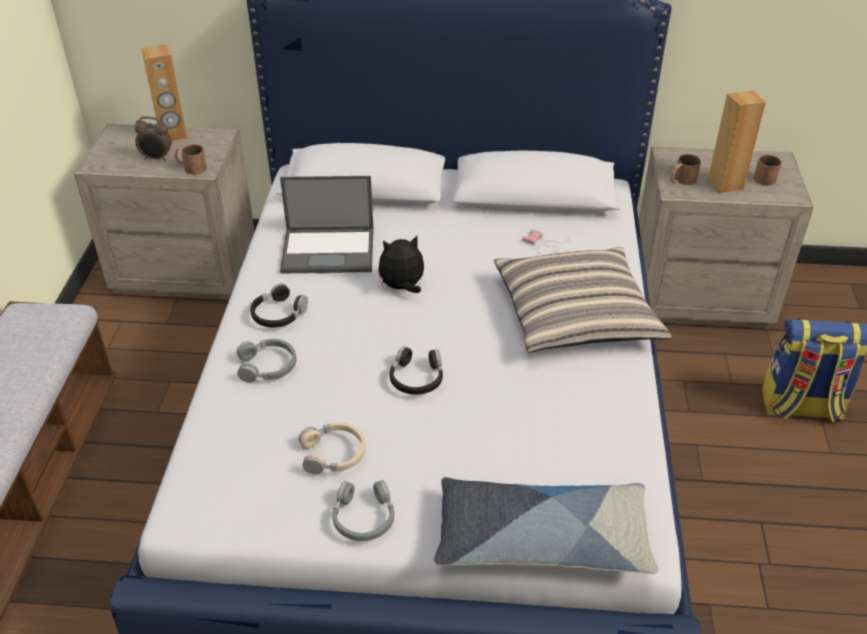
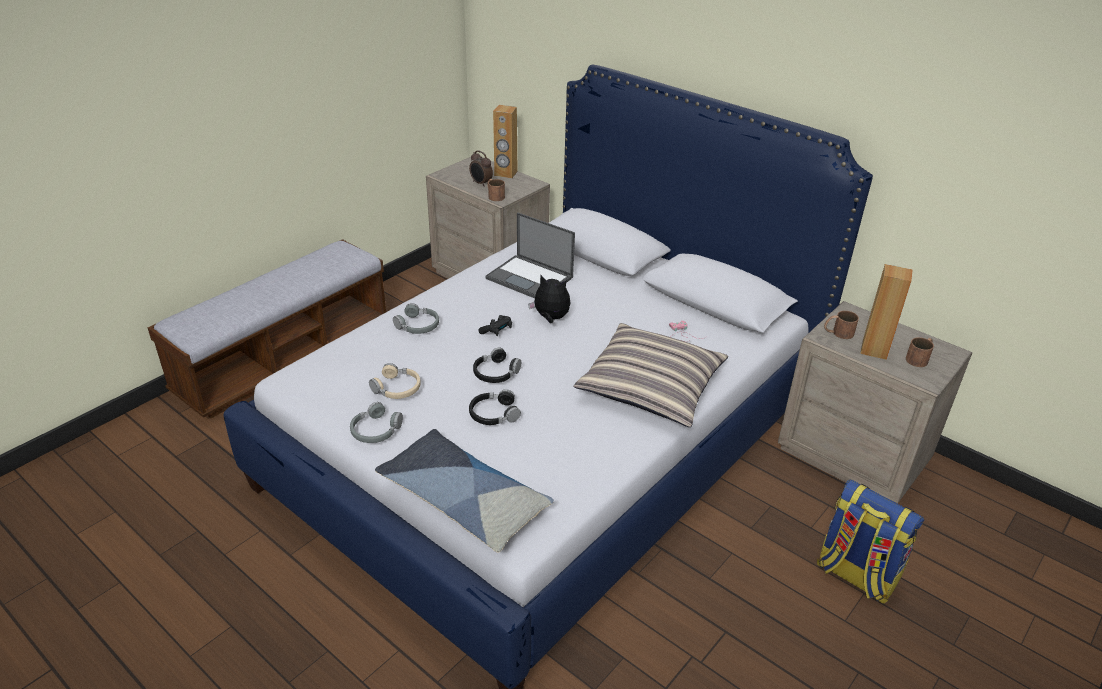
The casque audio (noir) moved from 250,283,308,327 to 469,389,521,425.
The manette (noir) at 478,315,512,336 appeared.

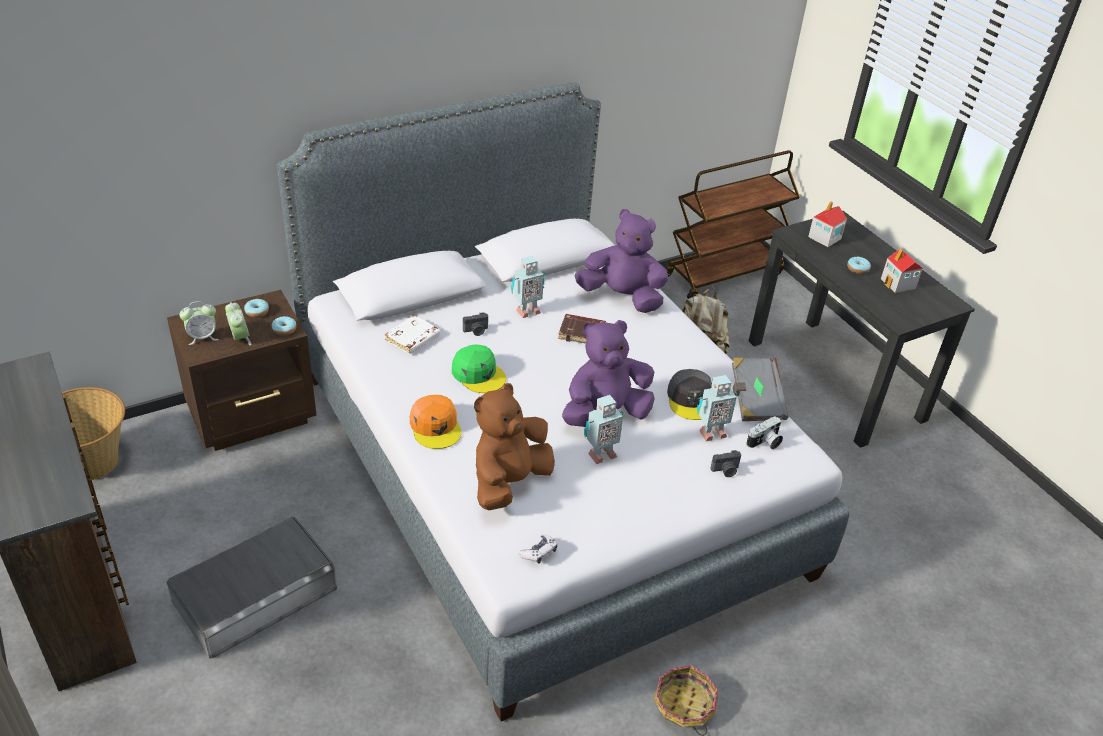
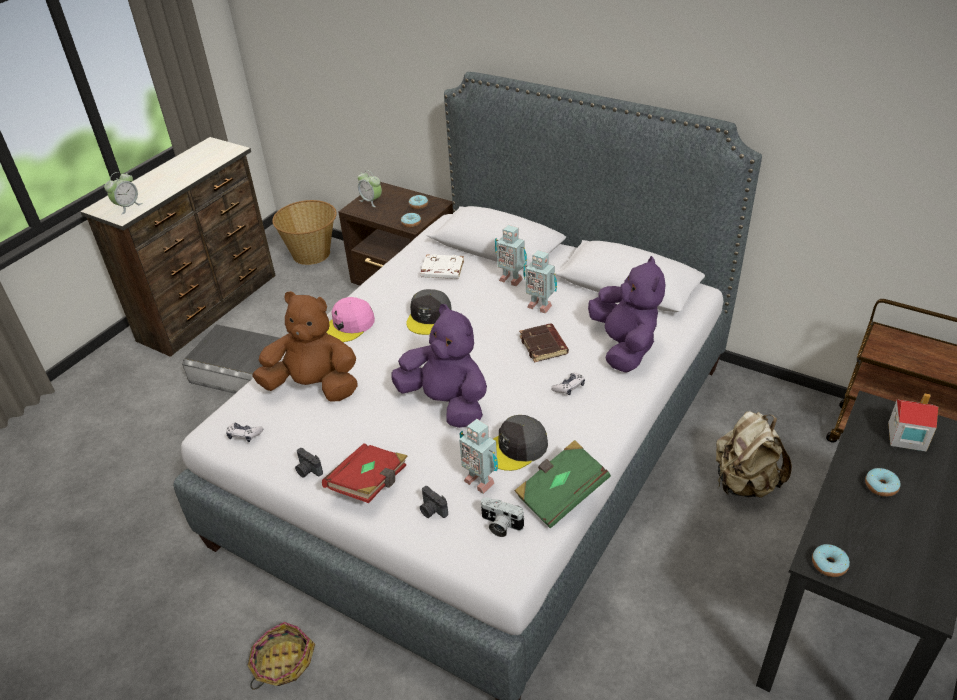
The réveil moved from 225,302,251,346 to 104,172,142,215.
The appareil photo moved from 463,312,488,336 to 295,448,323,478.
The livre (rouge) at 322,444,408,503 appeared.
The casquette (orange) at 410,395,461,449 became the casquette (rose) at 326,297,375,342.
The casquette (vert) at 452,344,506,393 became the casquette (gris) at 406,289,452,335.
The robot jouet moved from 584,395,624,464 to 495,225,527,286.
The livre (gris) at 732,358,789,421 became the livre (vert) at 515,440,611,529.
The manette at 551,373,585,395 appeared.
The beignet at 812,544,850,577 appeared.
The maison miniature at 881,249,923,293 disappeared.

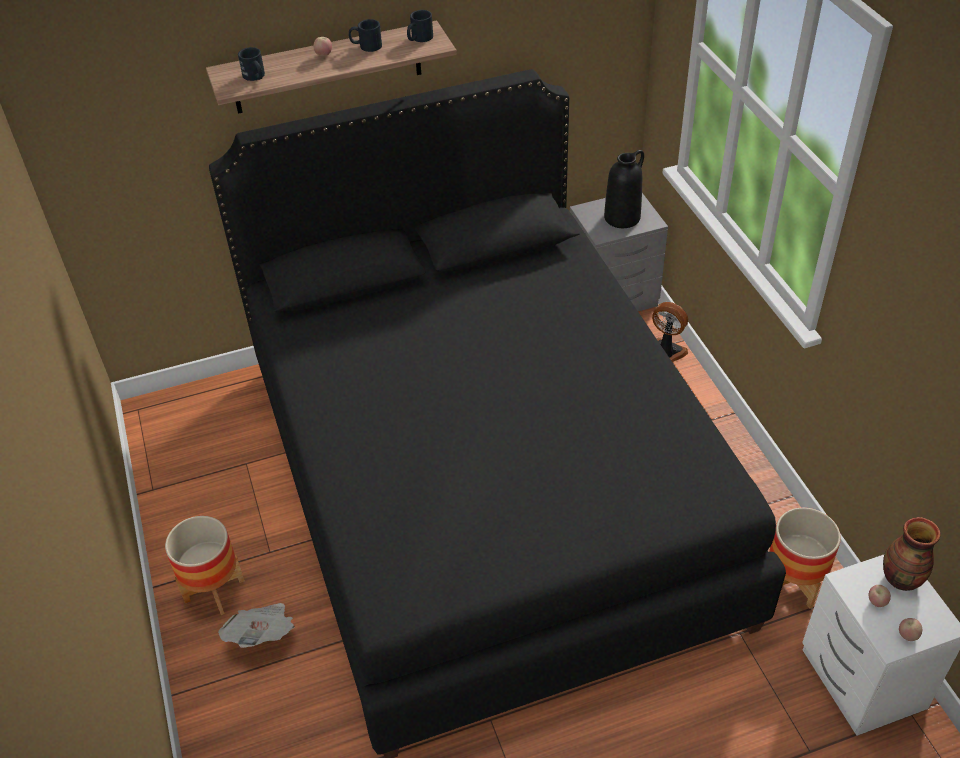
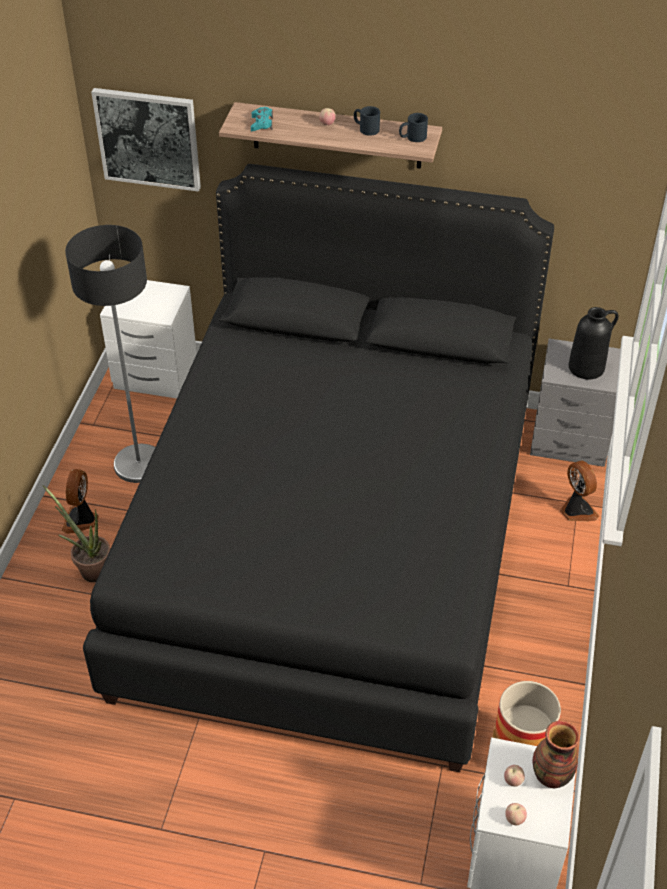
The journal at 219,603,294,648 was replaced by the plante en pot at 42,485,110,582.
The cache-pot at 165,516,245,615 was replaced by the ventilateur at 62,469,99,534.
The lampadaire at 65,225,155,483 appeared.
The tableau at 91,88,201,192 appeared.
The table de chevet (blanc) at 100,280,197,399 appeared.
The mug (noir) at 238,47,265,81 was replaced by the manette (turquoise) at 251,107,273,131.

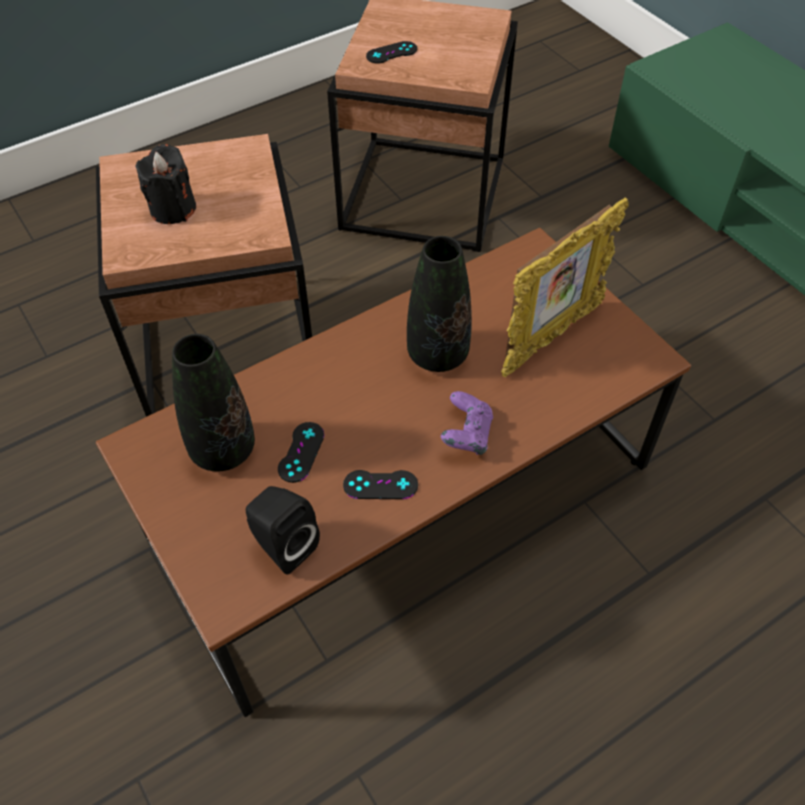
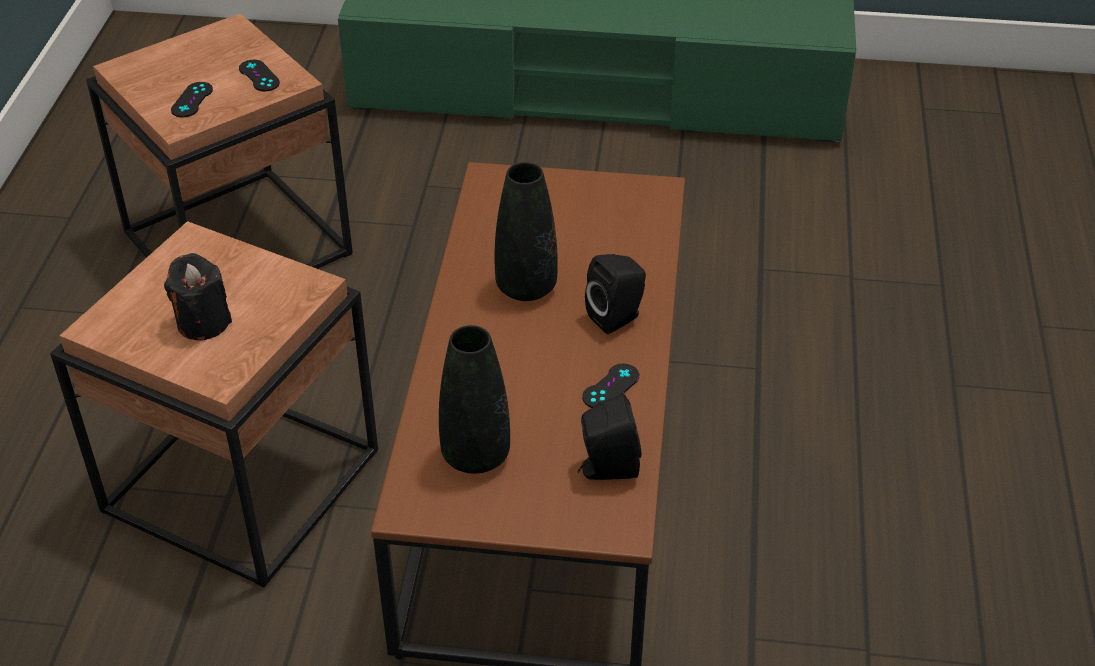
The manette (noir) moved from 278,422,324,483 to 239,60,280,91.
The manette (violet) at 441,391,493,455 was replaced by the enceinte (noir) at 585,254,646,334.
The cadre photo at 501,197,629,377 disappeared.

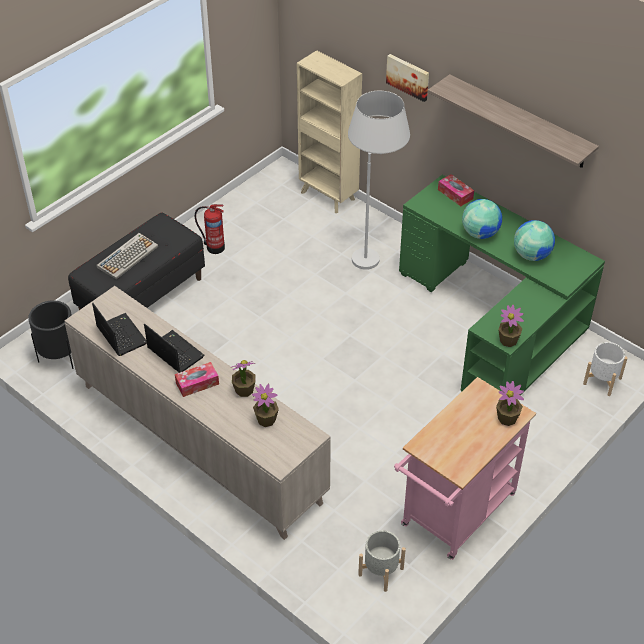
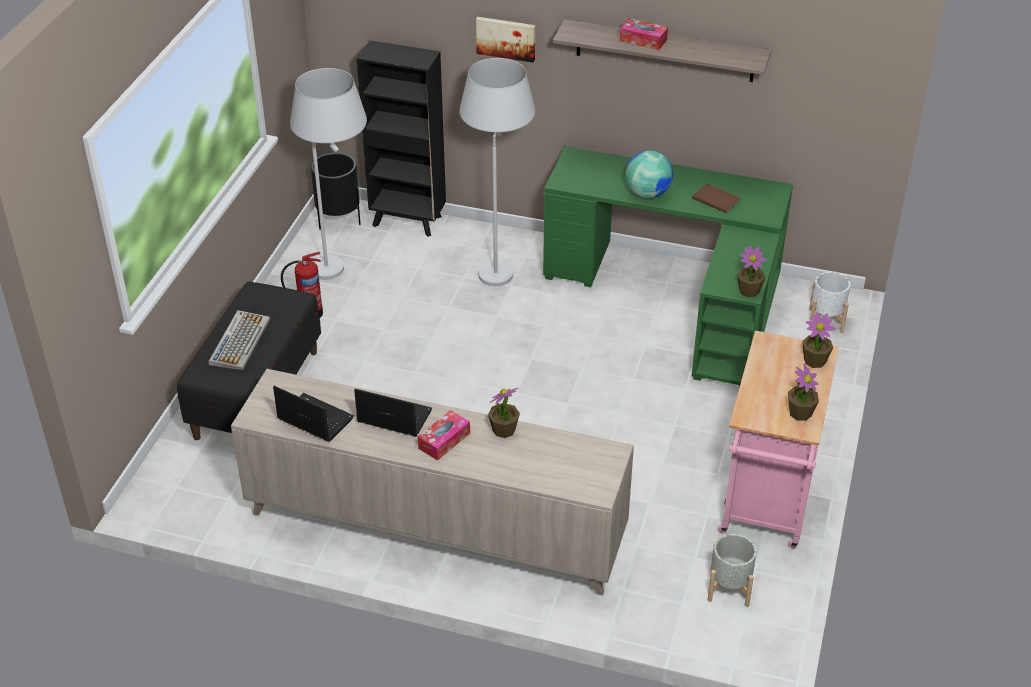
The lampadaire (blanc) at 290,68,367,280 appeared.
The cache-pot (noir) moved from 28,300,74,369 to 311,153,361,230.
The bibliothèque (beige) at 297,50,362,213 became the bibliothèque (noir) at 357,40,446,237.
The boîte à mouchoirs moved from 438,174,474,206 to 619,18,668,50.
The globe at 514,220,555,261 was replaced by the livre (marron) at 692,184,740,213.
The plante en pot moved from 252,384,279,427 to 788,364,819,421.

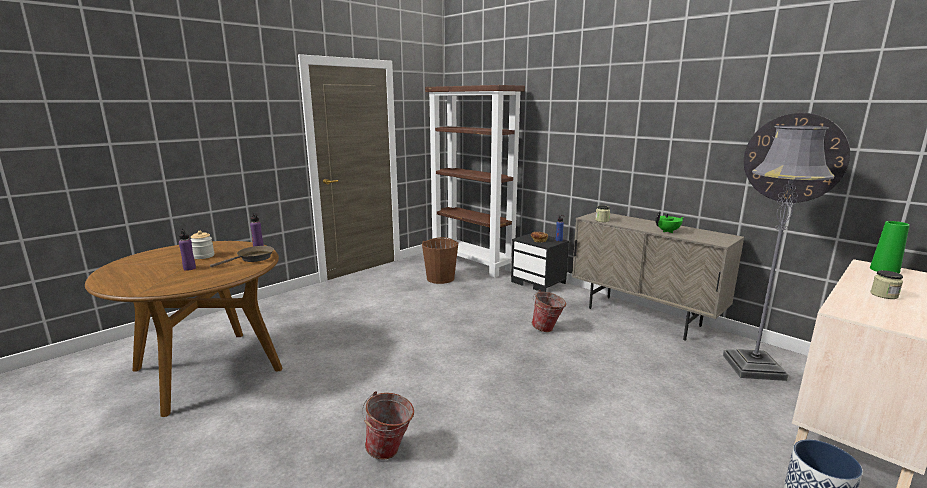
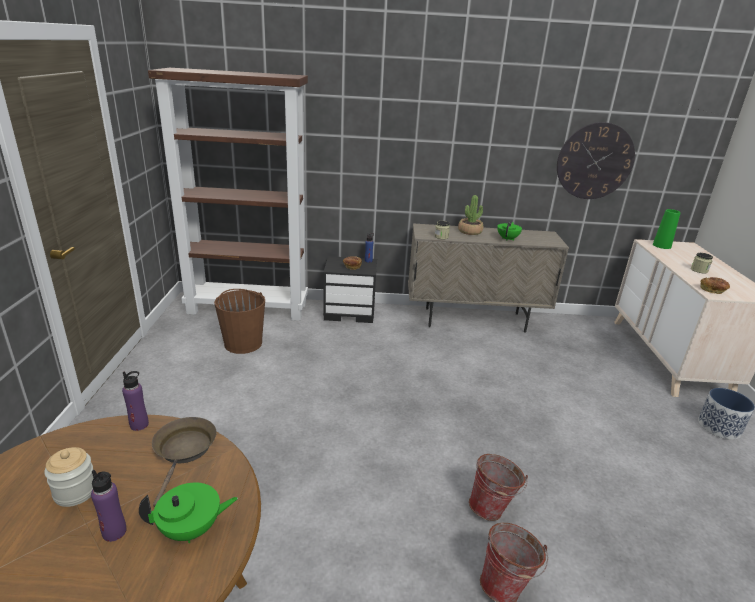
The théière (vert) at 139,483,238,543 appeared.
The plante en pot at 458,195,483,235 appeared.
The seau moved from 532,290,566,332 to 469,454,528,521.
The pain at 700,277,730,294 appeared.
The lampadaire (gris) at 723,125,834,381 disappeared.

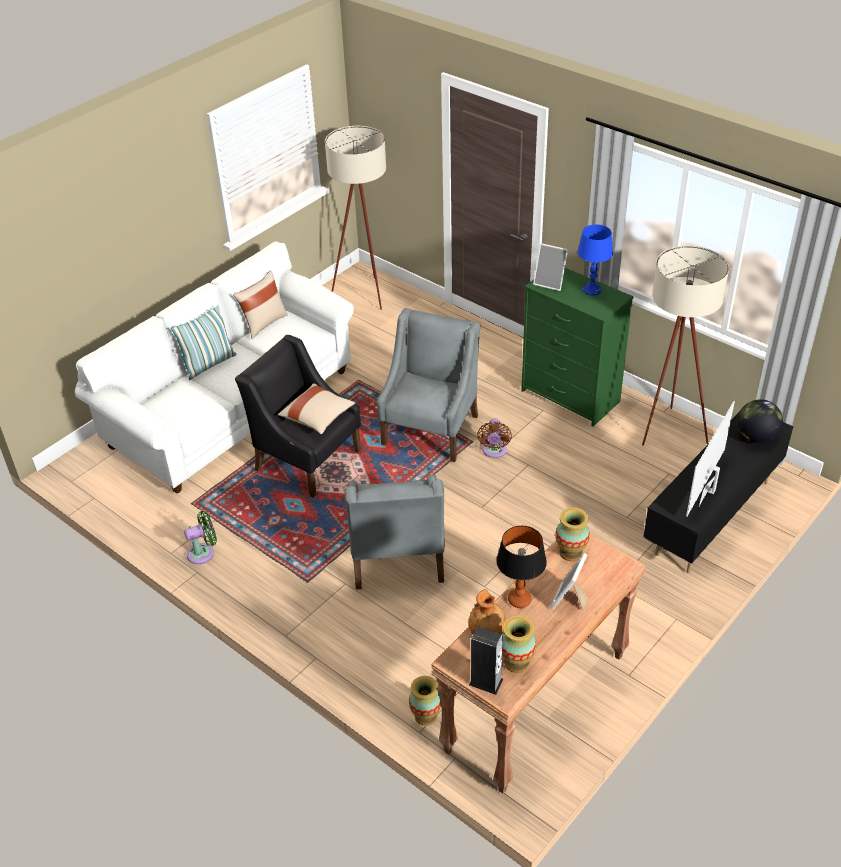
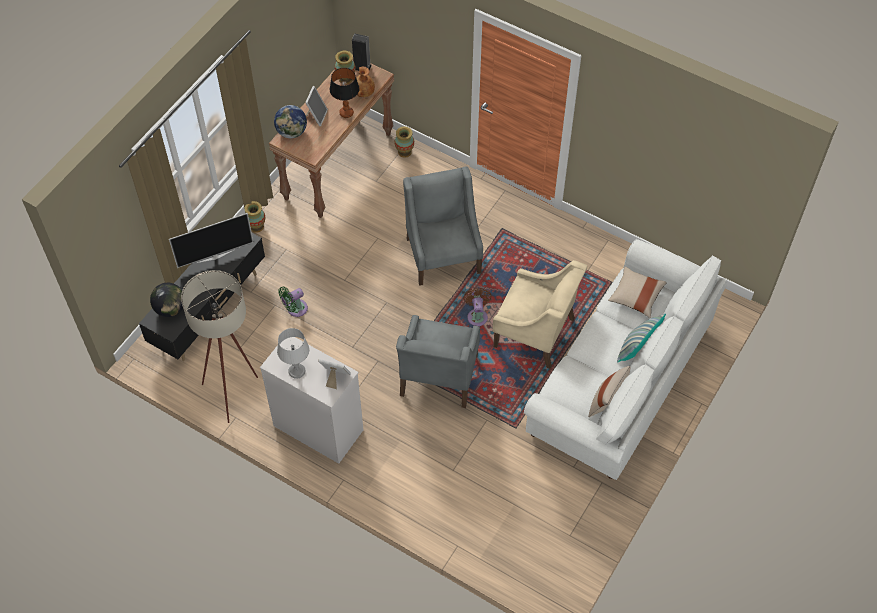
The téléviseur at 686,401,735,516 turned 45 degrees clockwise.
The vase moved from 555,507,590,561 to 245,201,265,233.
The commode (vert) at 521,268,634,427 became the commode (blanc) at 260,337,363,464.
The globe at 274,105,307,138 appeared.
The lampe de table (bleu) at 577,224,613,296 became the lampe de table (gris) at 277,328,309,379.
The ventilateur (vert) moved from 184,511,217,564 to 278,287,308,317.
The ventilateur (marron) moved from 477,418,512,458 to 463,288,492,326.
The fauteuil (noir) at 235,335,361,498 became the fauteuil (beige) at 493,260,588,369.
The coussin (beige) moved from 278,383,355,434 to 608,267,667,318.
The lampadaire (beige) at 325,126,386,310 disappeared.

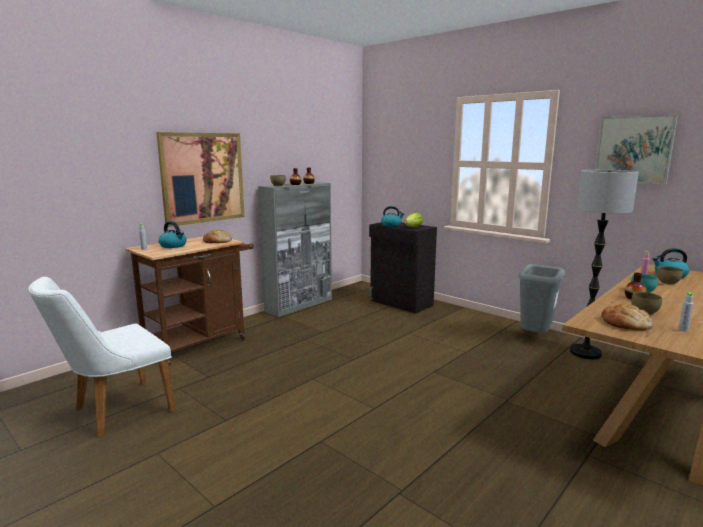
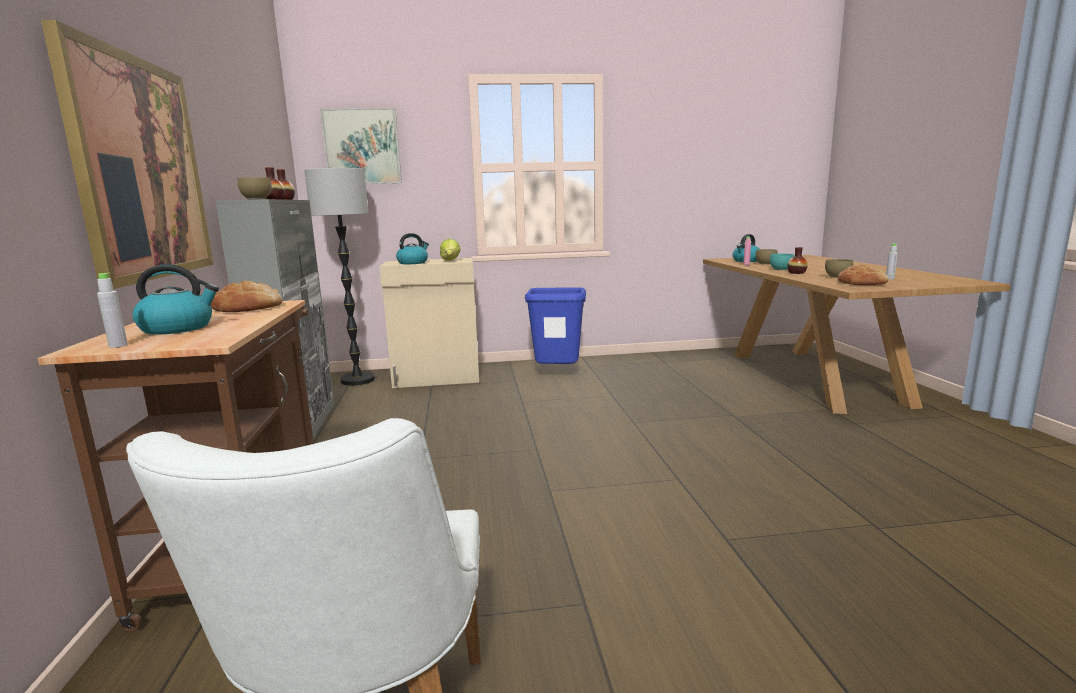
The lampadaire moved from 570,170,639,360 to 304,168,375,386.
The tableau moved from 595,115,678,185 to 320,108,402,184.
The meuble de rangement (noir) at 369,222,437,314 became the meuble de rangement (beige) at 379,258,479,388.
The poubelle (bleu) at 525,287,586,364 appeared.
The poubelle (gris) at 518,264,565,333 disappeared.

